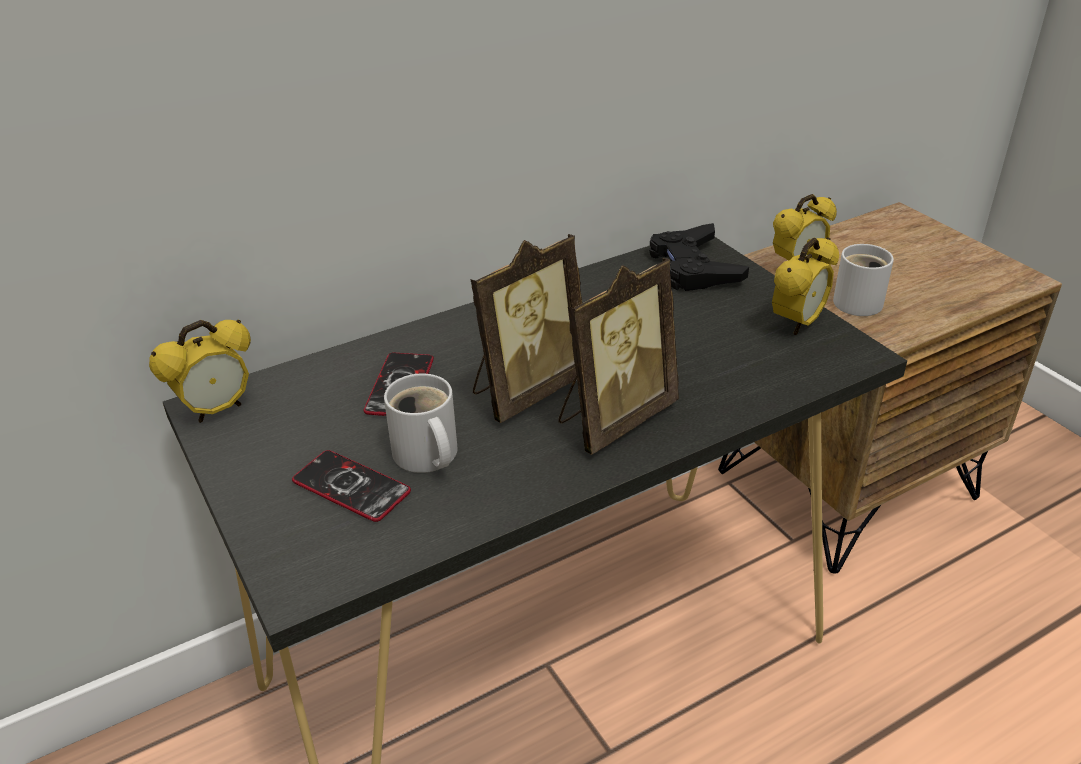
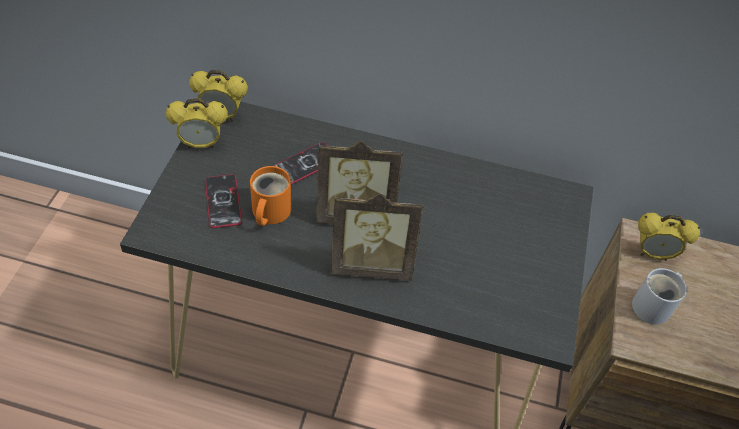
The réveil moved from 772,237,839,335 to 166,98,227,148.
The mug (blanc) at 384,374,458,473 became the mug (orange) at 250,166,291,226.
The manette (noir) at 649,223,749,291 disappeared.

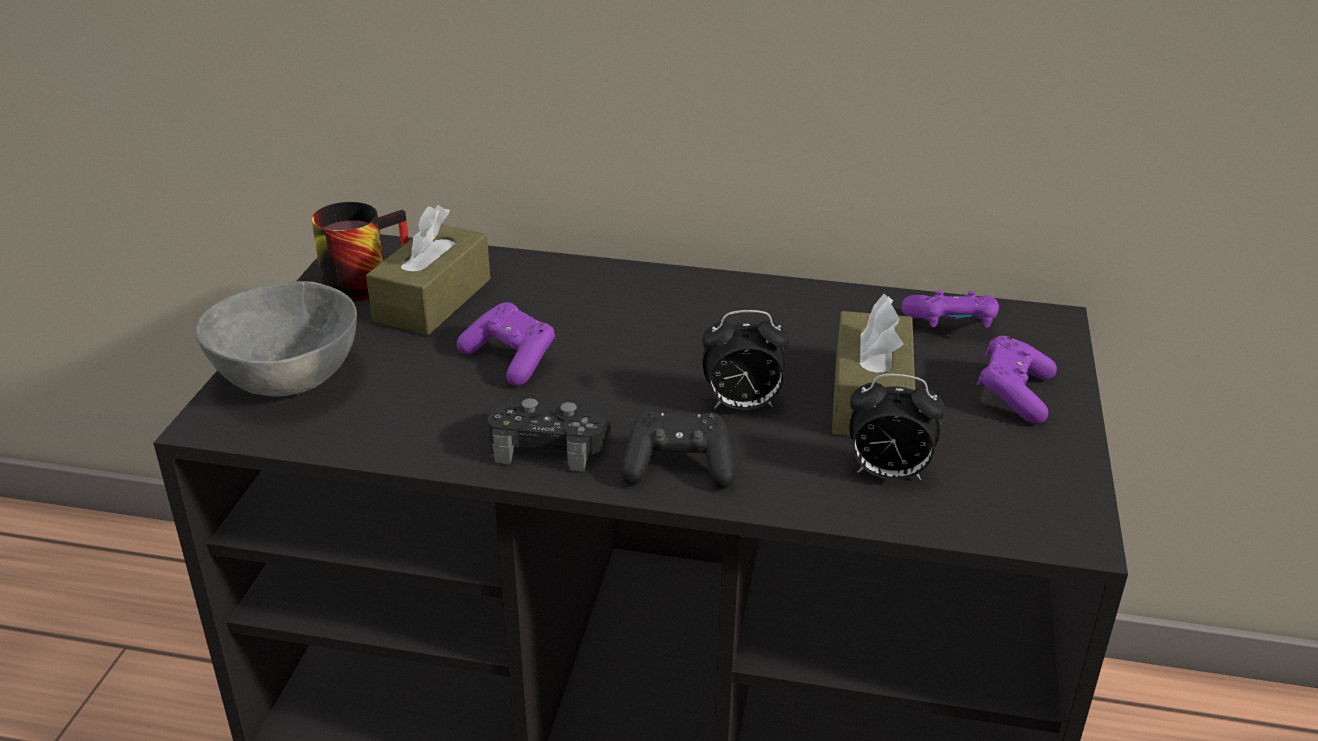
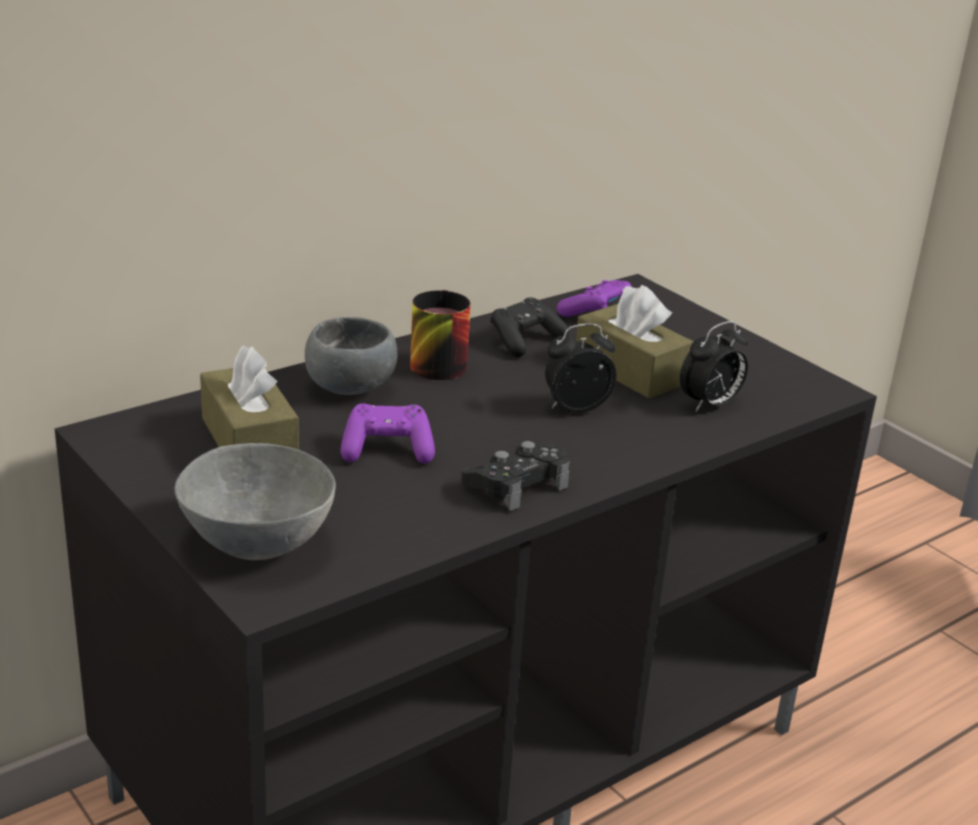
The bol (gris) at 305,317,397,395 appeared.
The mug moved from 311,202,409,302 to 410,290,471,380.
The manette (noir) moved from 621,410,735,489 to 491,297,569,357.
The réveil at 702,310,789,410 turned 150 degrees counterclockwise.
The manette (violet) at 977,336,1057,424 disappeared.

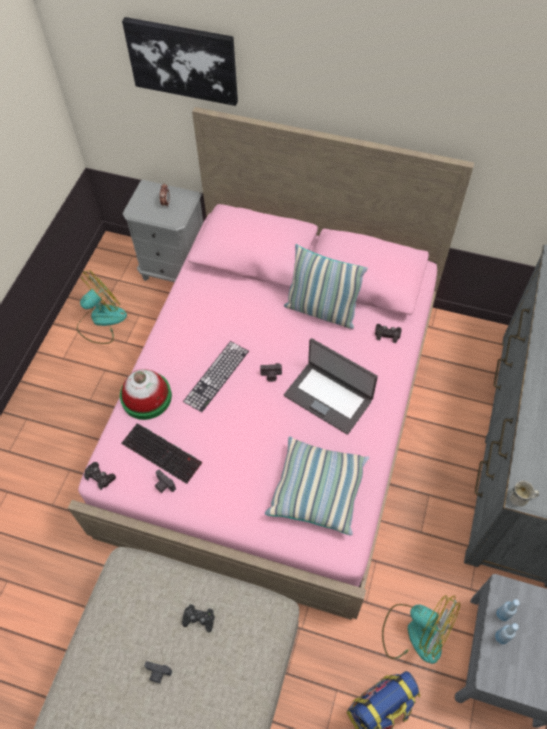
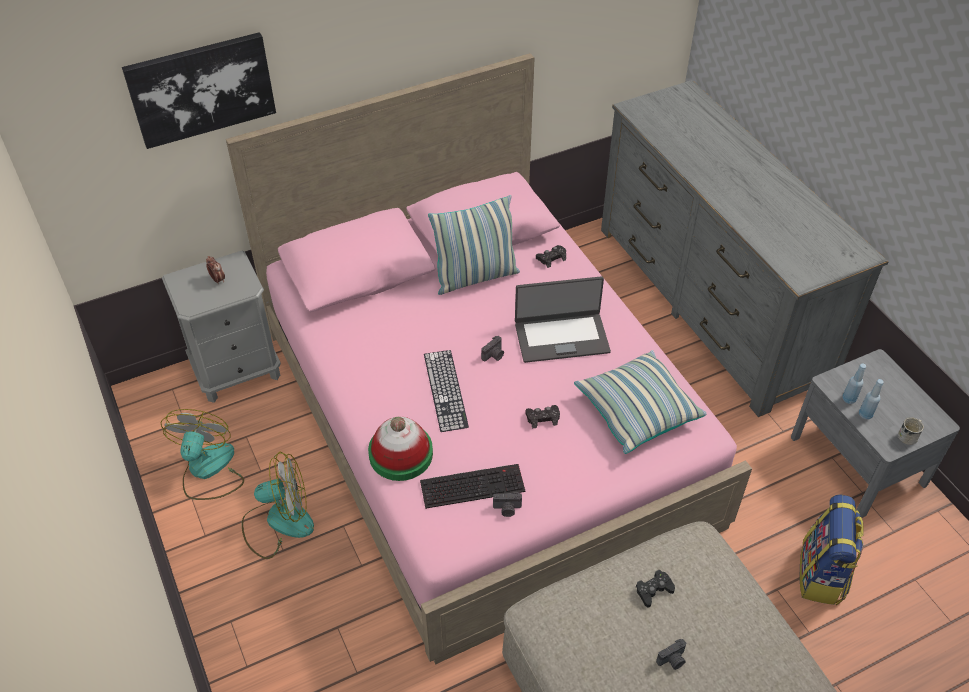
The ventilateur moved from 382,595,460,664 to 242,452,314,559.
The manette (noir) moved from 84,462,116,490 to 525,405,560,429.
The mug (blanc) moved from 509,481,539,506 to 898,417,924,445.

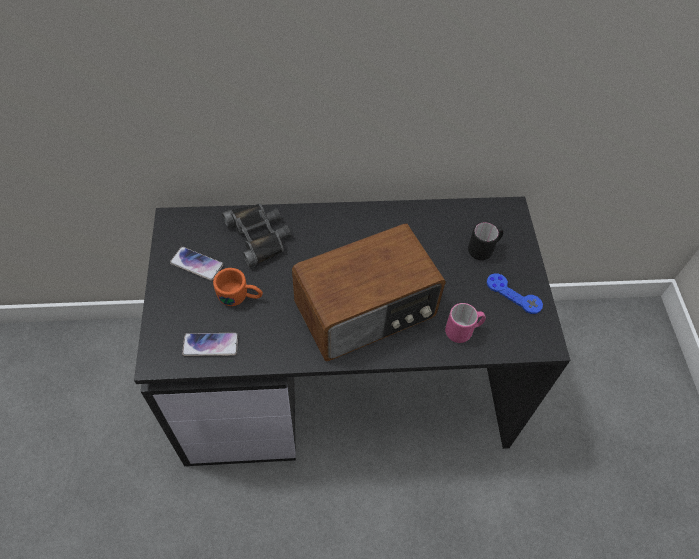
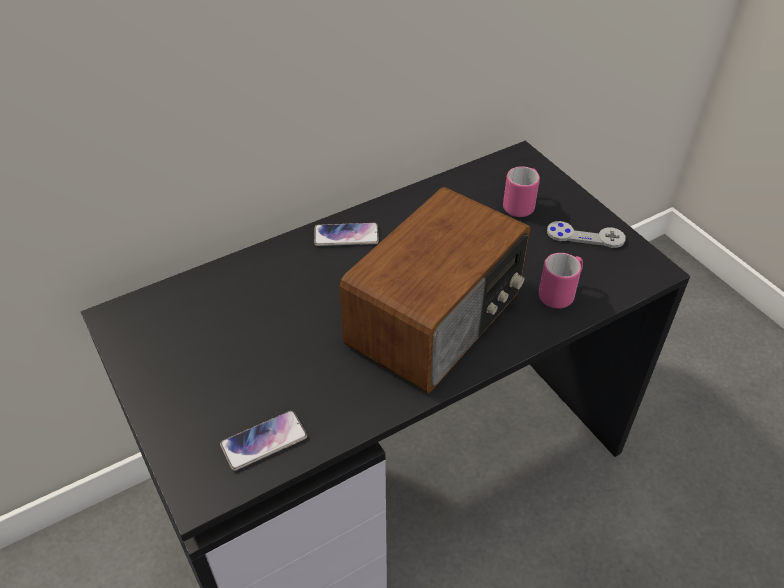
The téléphone moved from 170,247,223,281 to 314,223,379,246.
The mug (noir) at 468,222,503,260 became the mug (rose) at 503,166,540,217.
The manette (bleu) at 487,273,543,314 became the manette (gris) at 547,221,626,248.
The mug (orange) at 213,268,263,306 disappeared.
The jumelles (noir) at 222,204,291,268 disappeared.

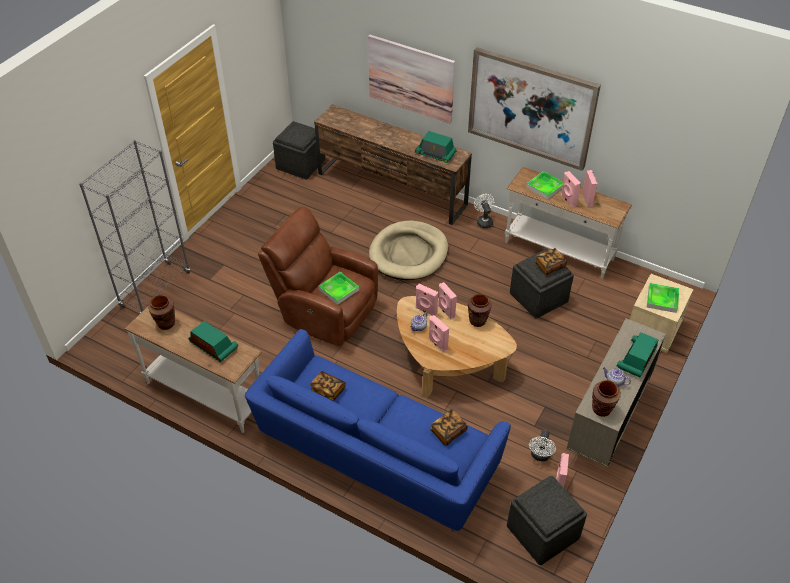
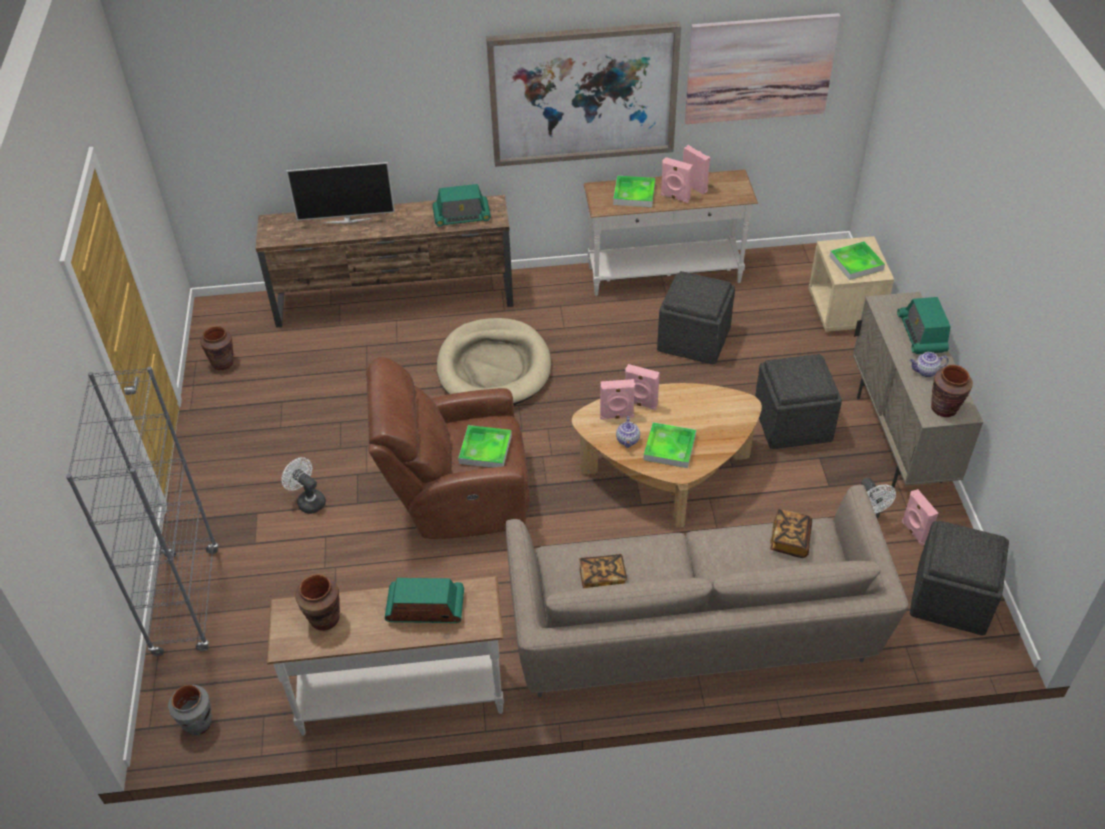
The vase (gris) at 168,685,212,735 appeared.
The vase (marron) moved from 468,294,492,327 to 200,326,234,370.
The ventilateur (blanc) moved from 474,194,495,228 to 281,457,326,514.
The téléviseur at 286,162,395,224 appeared.
The canapé (bleu) at 245,329,511,532 became the canapé (beige) at 506,485,908,697.
The enceinte (rose) at 429,315,449,352 was replaced by the plateau at 644,422,696,468.
The tableau moved from 368,35,455,124 to 685,13,841,124.
The pouf (gris) moved from 273,121,325,179 to 755,354,842,449.
The livre at 534,248,567,276 disappeared.

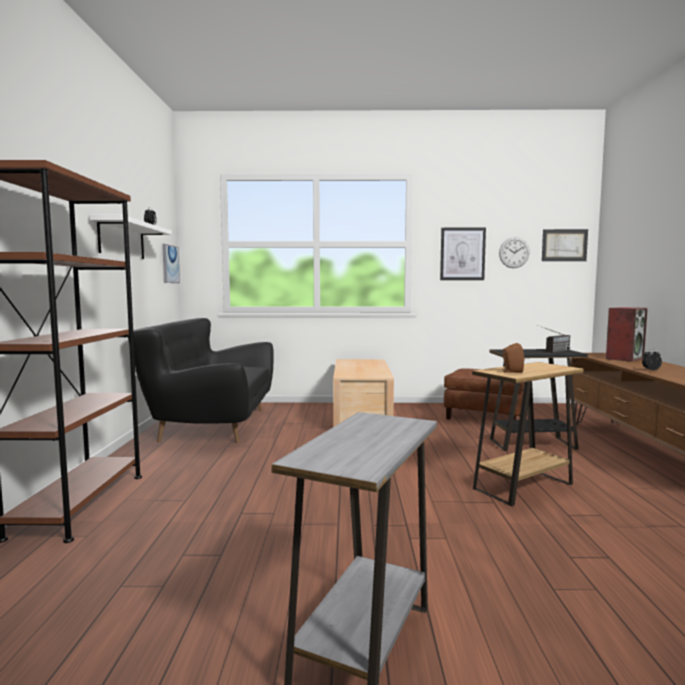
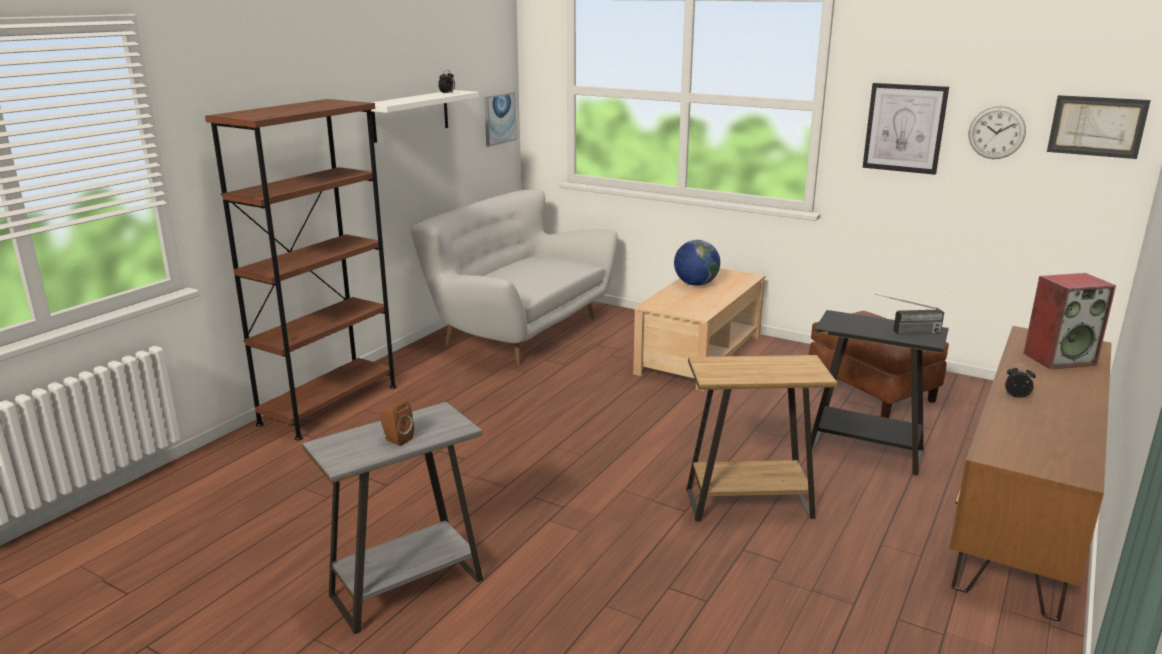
The enceinte (marron) moved from 502,343,524,373 to 380,401,414,446.
The canapé (noir) at 128,318,273,443 became the canapé (blanc) at 411,189,618,365.
The globe at 674,240,720,286 appeared.

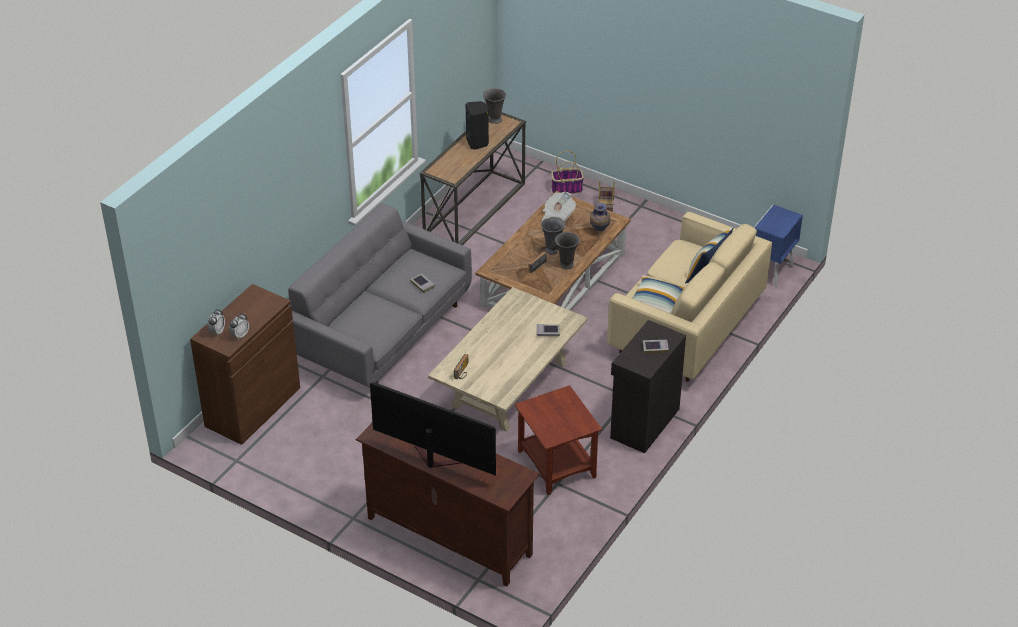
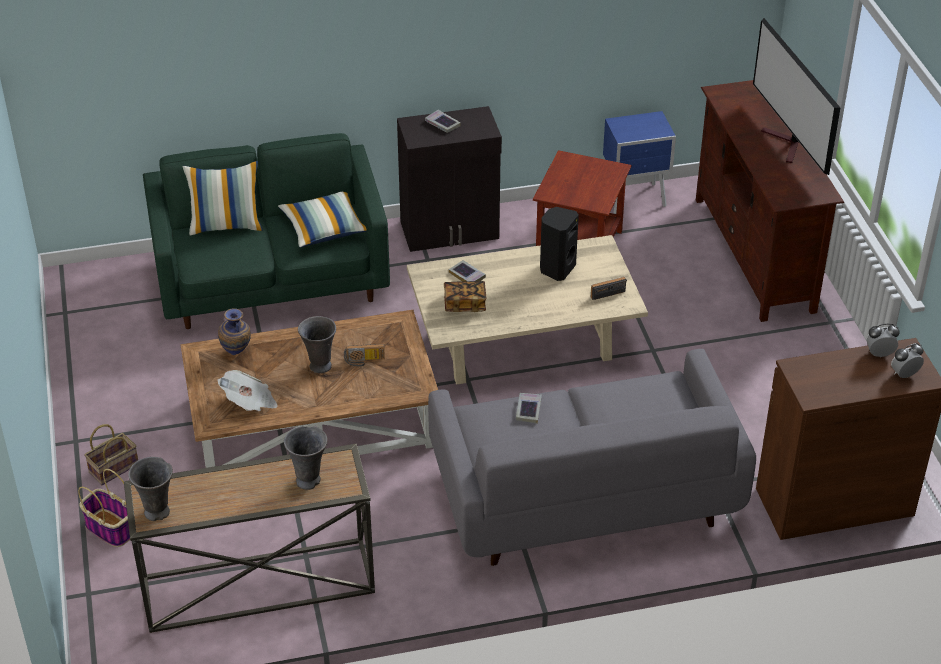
The canapé (beige) at 607,212,772,382 became the canapé (vert) at 143,133,390,329.
The vase (gris) moved from 555,232,580,270 to 284,426,328,490.
The livre at 444,281,486,312 appeared.
The enceinte (noir) moved from 466,101,489,150 to 540,207,579,281.
The table de chevet (bleu) moved from 754,205,803,288 to 603,111,676,214.

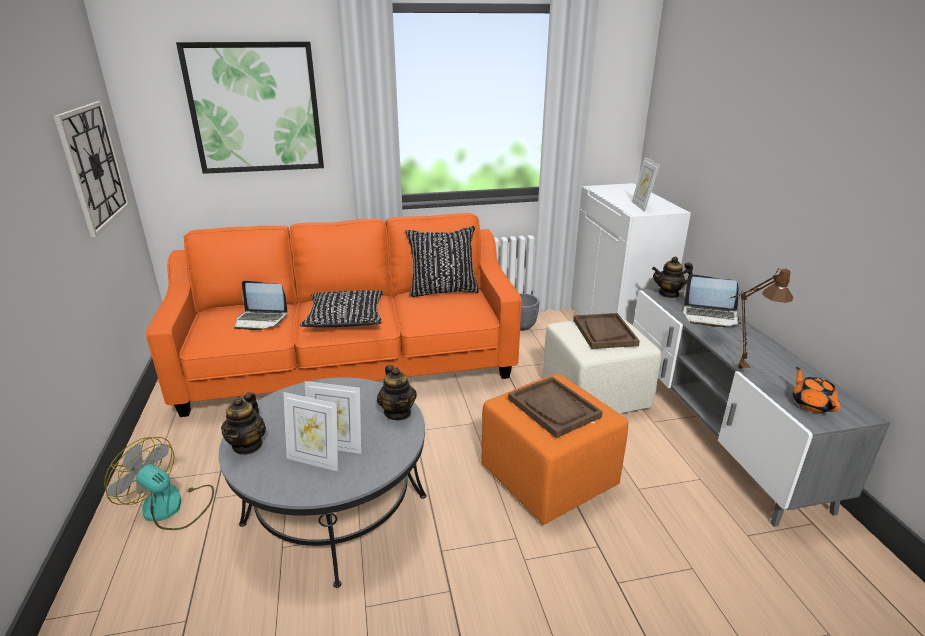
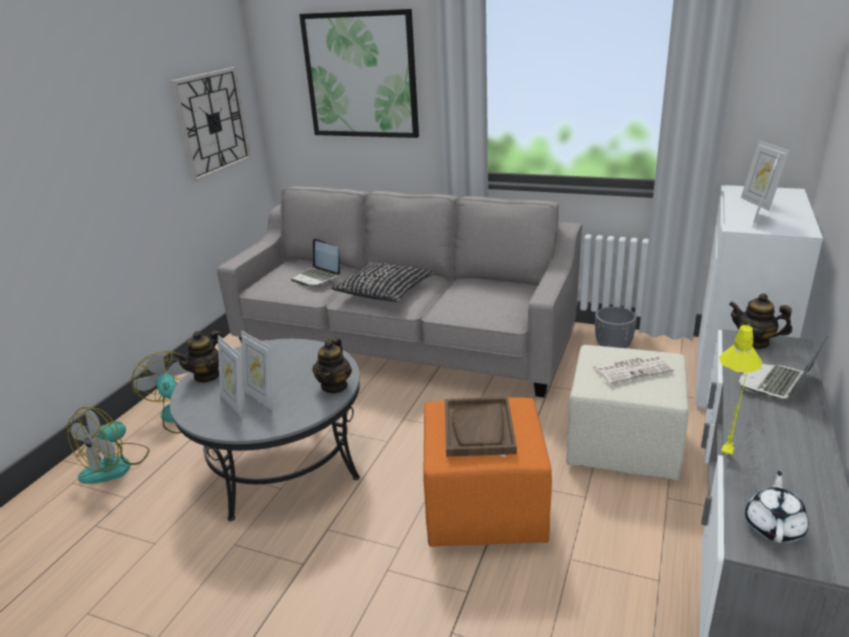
The ventilateur at 67,407,150,484 appeared.
The canapé (orange) at 146,213,521,417 became the canapé (gris) at 217,186,582,398.
The plateau (marron) at 573,313,640,349 was replaced by the journal at 592,354,674,384.
The lampe de table (marron) at 730,268,794,369 became the lampe de table (jaune) at 719,324,762,454.
The ordinateur portable at 682,274,742,327 turned 75 degrees clockwise.
The cadre photo at 741,140,790,211 appeared.
The théière (orange) at 793,367,840,413 became the théière (blanc) at 745,471,809,543.
The coussin (noir) at 405,226,479,297 disappeared.

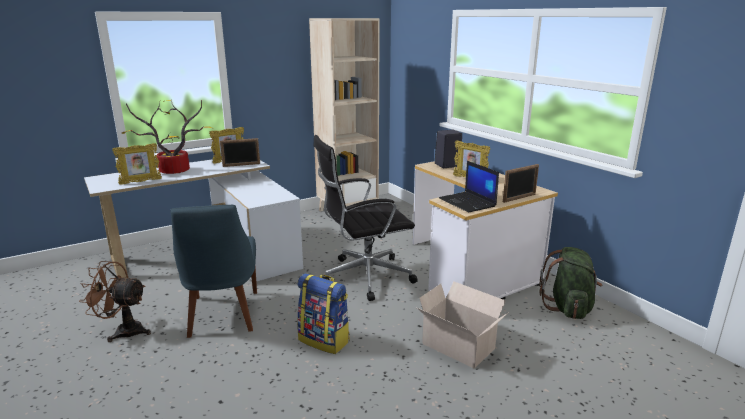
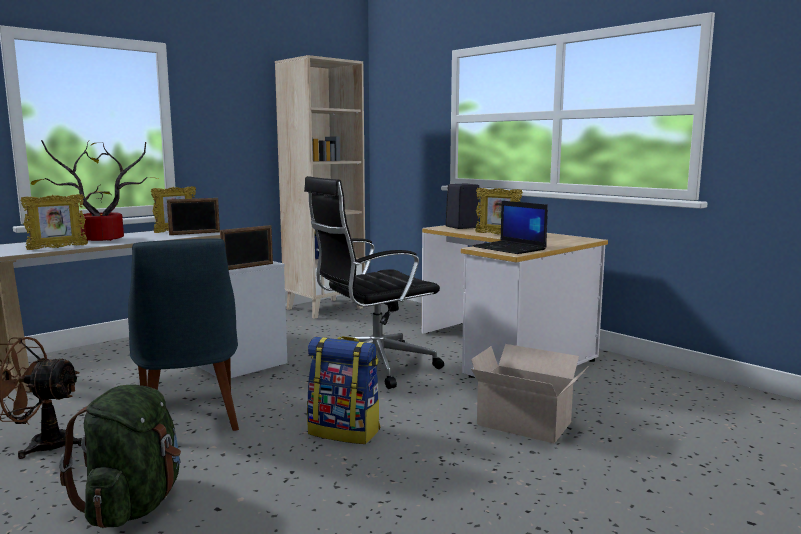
The sac à dos (vert) moved from 539,247,602,319 to 59,384,181,528.
The cadre photo moved from 503,164,539,203 to 220,225,273,270.

